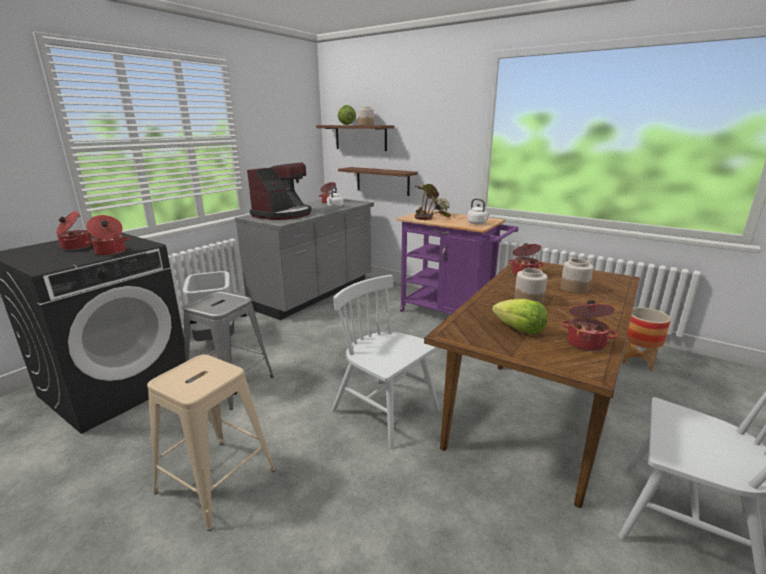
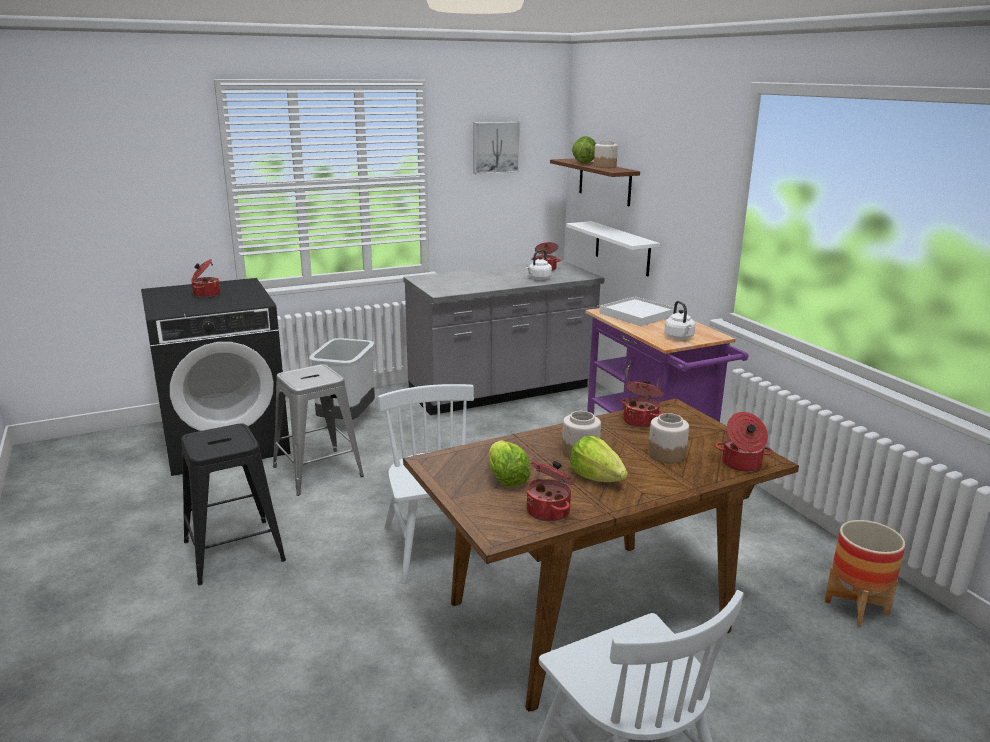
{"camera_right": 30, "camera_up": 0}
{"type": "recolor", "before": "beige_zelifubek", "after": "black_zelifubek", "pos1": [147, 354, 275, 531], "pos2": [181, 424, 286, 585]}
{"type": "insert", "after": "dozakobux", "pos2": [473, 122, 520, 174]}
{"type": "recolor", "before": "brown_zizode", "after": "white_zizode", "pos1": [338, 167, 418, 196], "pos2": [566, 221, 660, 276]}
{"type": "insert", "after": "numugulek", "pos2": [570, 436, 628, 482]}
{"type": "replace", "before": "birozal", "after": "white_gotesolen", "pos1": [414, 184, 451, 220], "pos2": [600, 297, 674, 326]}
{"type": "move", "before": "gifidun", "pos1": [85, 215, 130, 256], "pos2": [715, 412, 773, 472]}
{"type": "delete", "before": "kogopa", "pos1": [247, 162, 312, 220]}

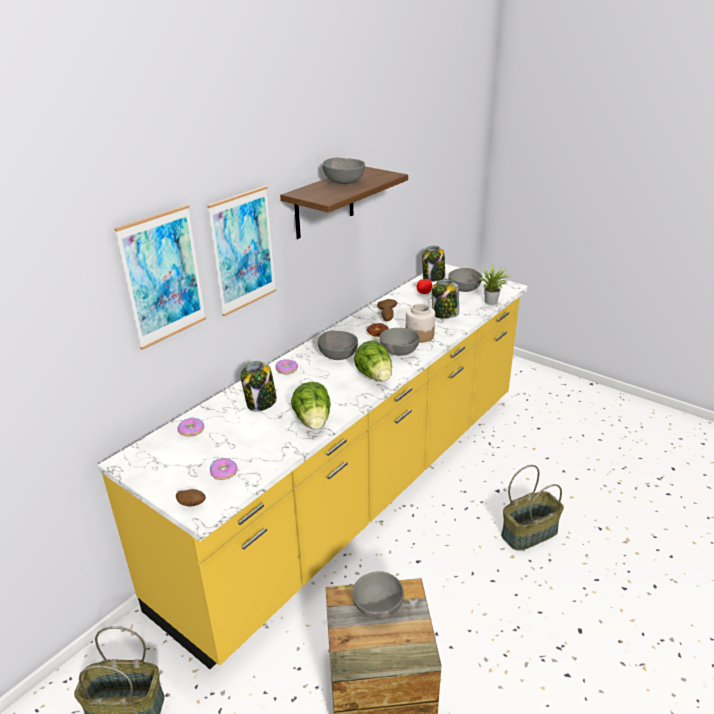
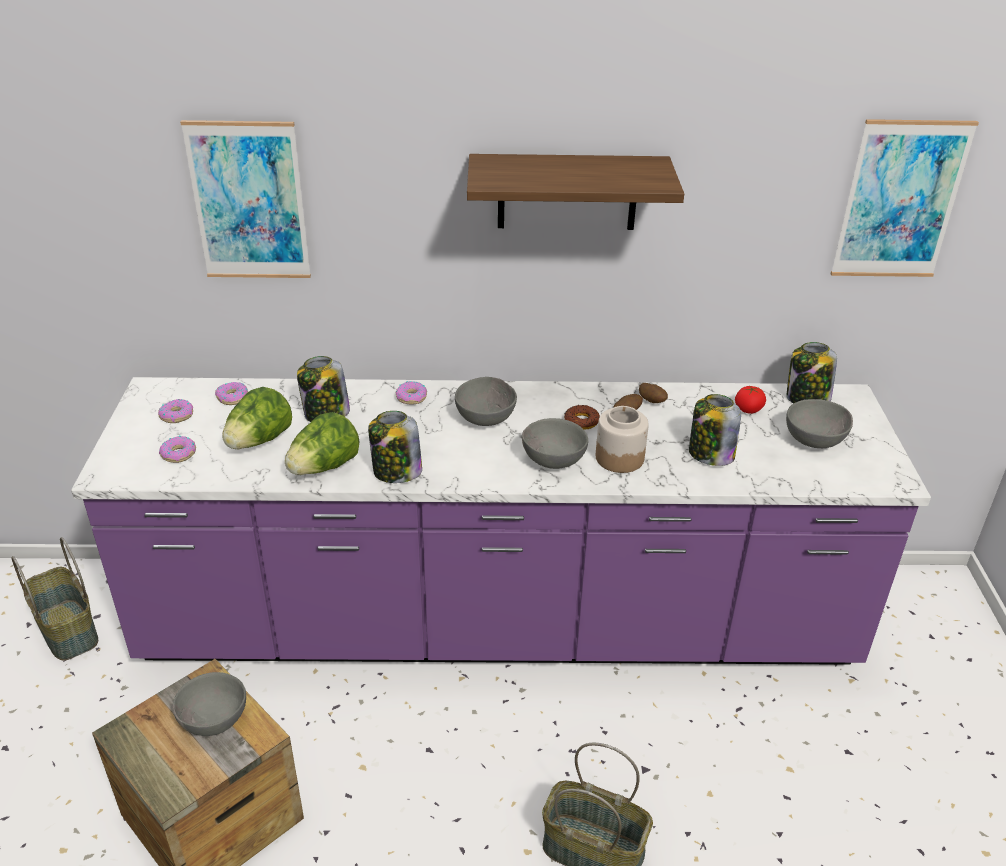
{"camera_right": 50, "camera_up": 5}
{"type": "recolor", "before": "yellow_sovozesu", "after": "purple_sovozesu", "pos1": [97, 264, 528, 669], "pos2": [71, 377, 931, 665]}
{"type": "insert", "after": "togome", "pos2": [158, 399, 193, 423]}
{"type": "move", "before": "numugulek", "pos1": [354, 340, 392, 381], "pos2": [223, 387, 292, 449]}
{"type": "insert", "after": "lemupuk", "pos2": [368, 411, 422, 483]}
{"type": "move", "before": "dozakobux", "pos1": [207, 186, 277, 316], "pos2": [831, 119, 979, 277]}
{"type": "delete", "before": "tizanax", "pos1": [176, 489, 206, 507]}
{"type": "delete", "before": "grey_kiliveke", "pos1": [323, 157, 365, 184]}
{"type": "delete", "before": "birozal", "pos1": [479, 265, 512, 305]}

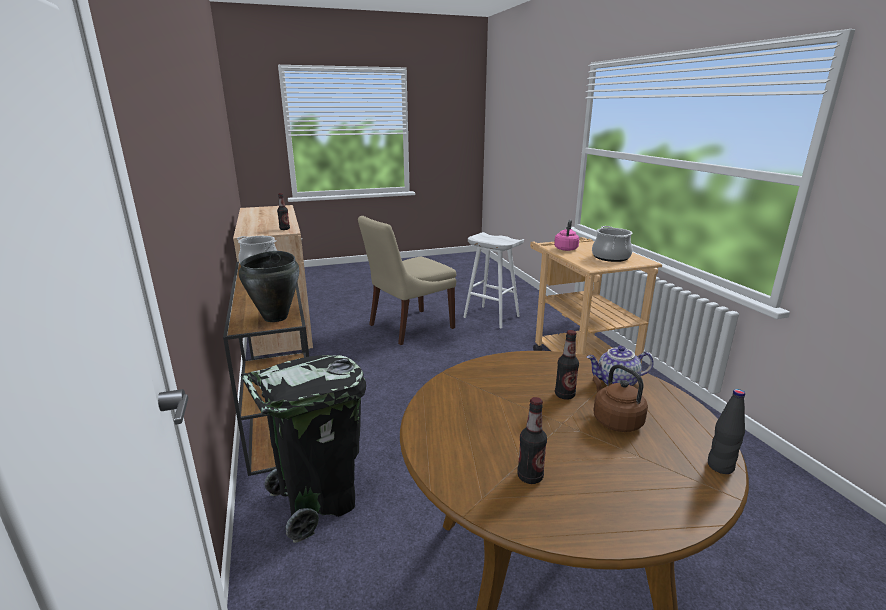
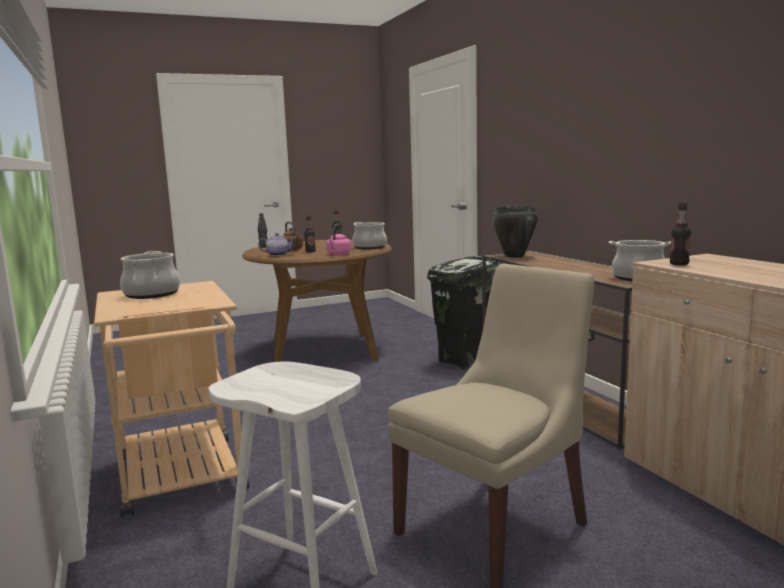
{"camera_right": 175, "camera_up": -10}
{"type": "move", "before": "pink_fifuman", "pos1": [554, 220, 579, 251], "pos2": [326, 224, 351, 255]}
{"type": "insert", "after": "gifidun", "pos2": [352, 222, 387, 249]}

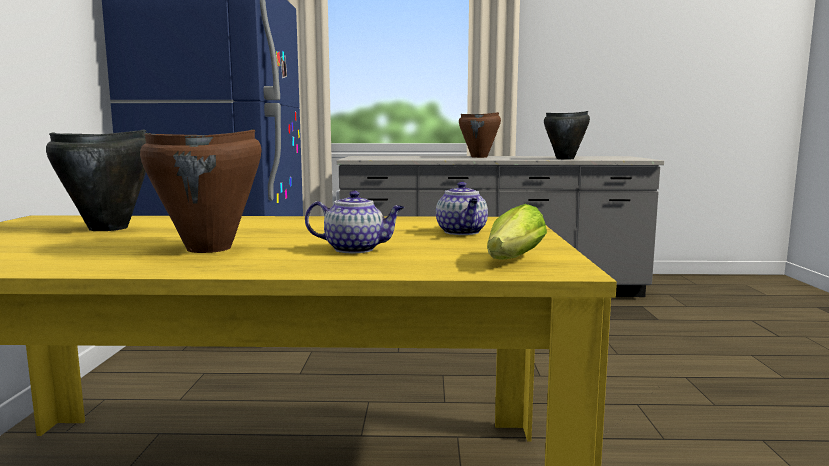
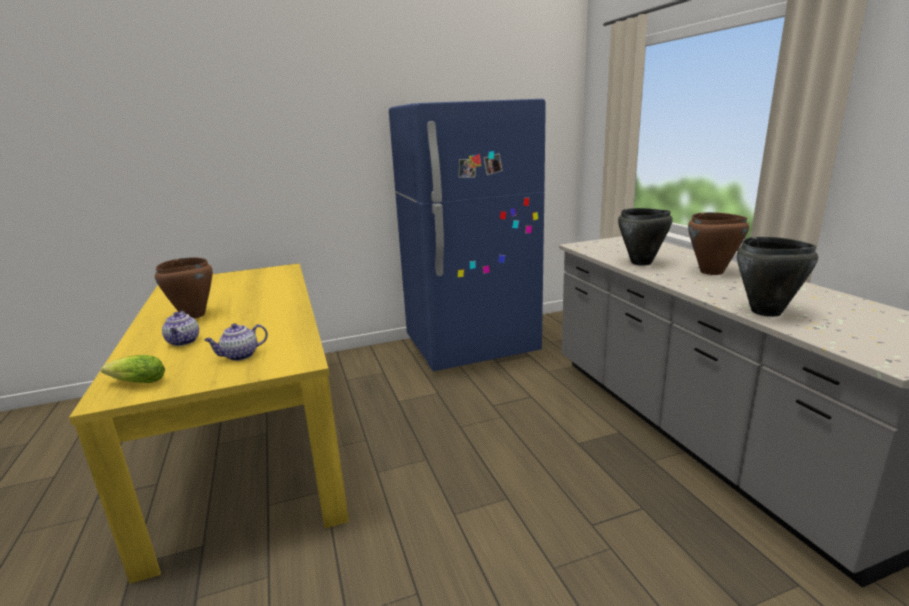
{"camera_right": 70, "camera_up": 10}
{"type": "move", "before": "black_gifidun", "pos1": [46, 130, 146, 231], "pos2": [618, 208, 673, 266]}

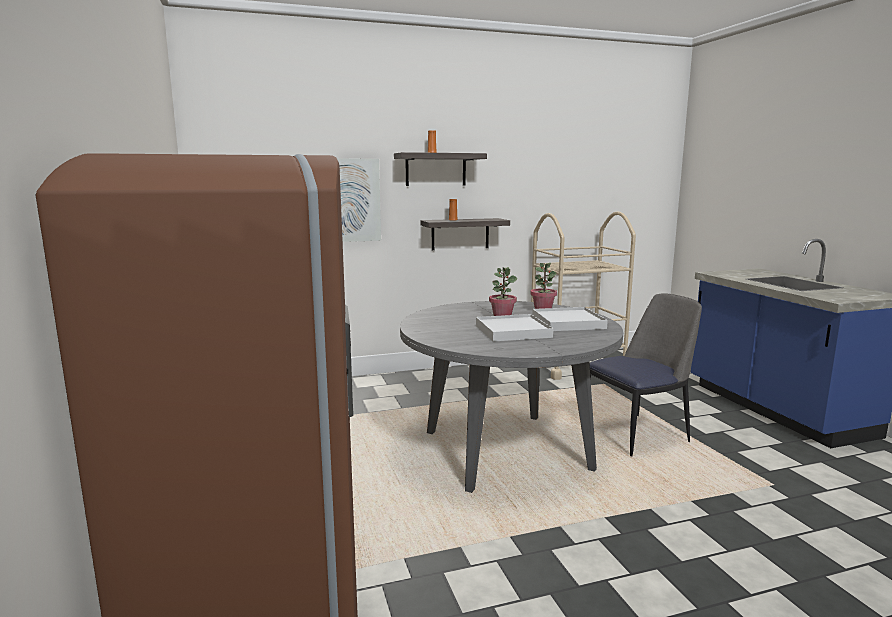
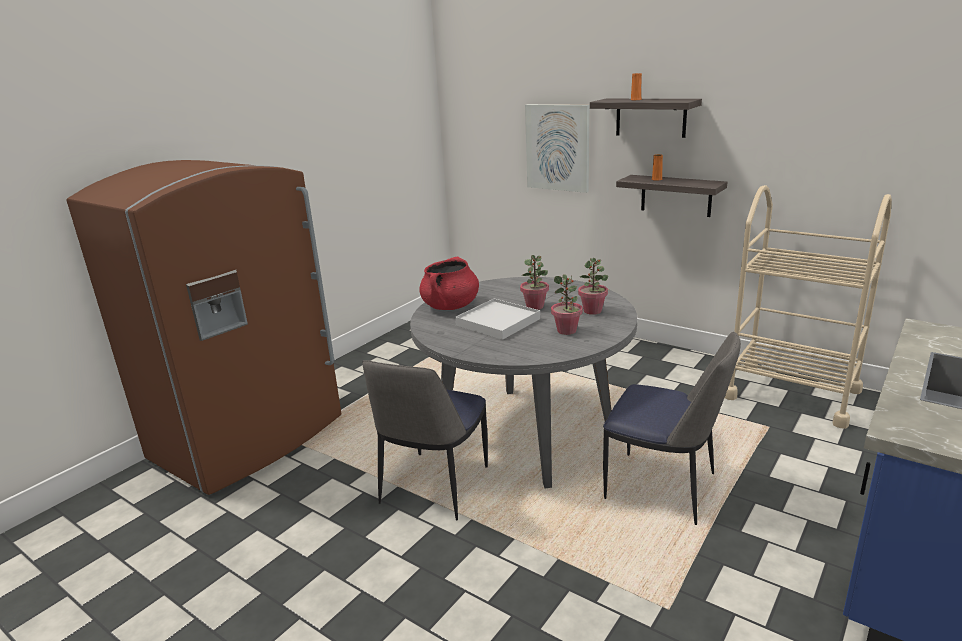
{"camera_right": 55, "camera_up": 10}
{"type": "insert", "after": "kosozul", "pos2": [362, 360, 488, 521]}
{"type": "insert", "after": "red_gifidun", "pos2": [419, 257, 479, 310]}
{"type": "replace", "before": "white_gotesolen", "after": "birozal", "pos1": [532, 307, 608, 331], "pos2": [551, 274, 583, 335]}

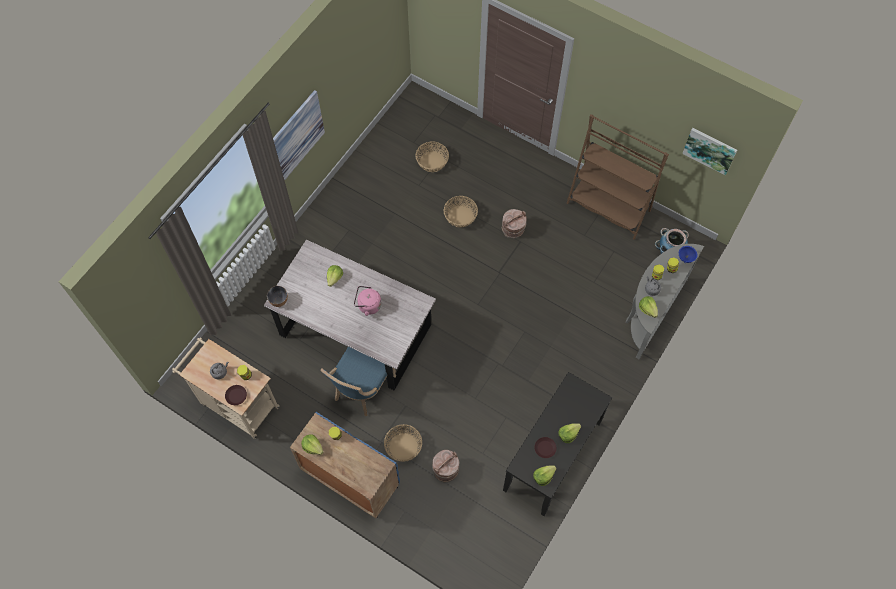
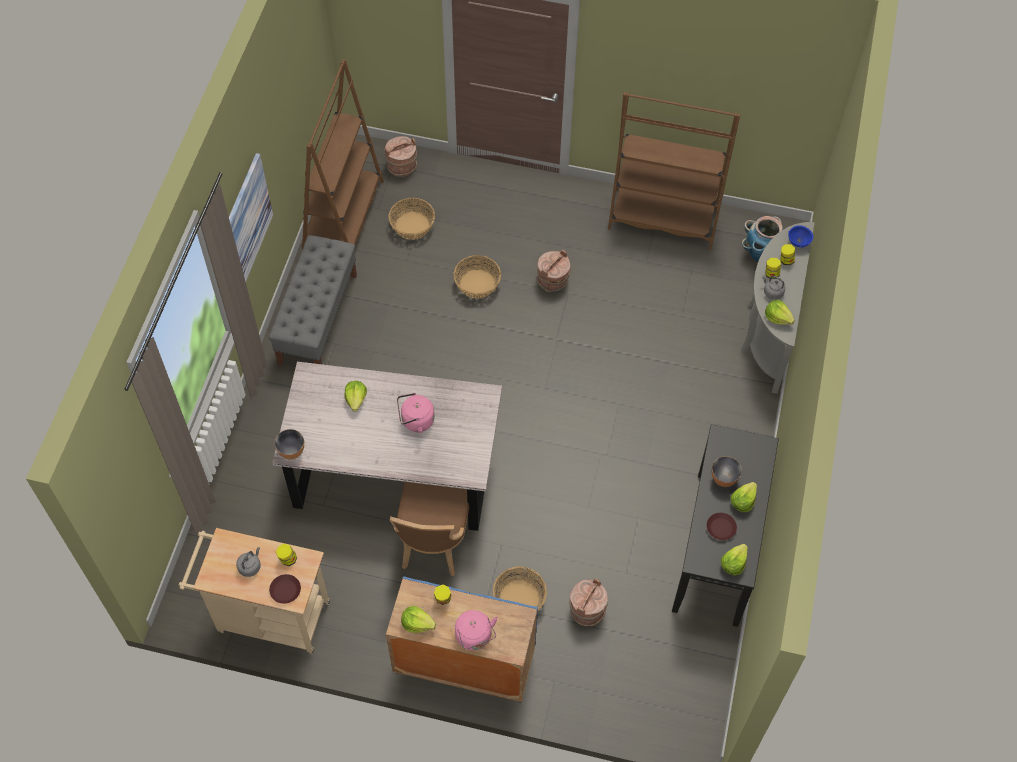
{"camera_right": -20, "camera_up": -5}
{"type": "insert", "after": "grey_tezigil", "pos2": [269, 235, 357, 366]}
{"type": "insert", "after": "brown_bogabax", "pos2": [301, 59, 384, 250]}
{"type": "insert", "after": "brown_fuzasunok", "pos2": [385, 136, 417, 177]}
{"type": "recolor", "before": "blue_kosozul", "after": "brown_kosozul", "pos1": [320, 347, 397, 416], "pos2": [390, 482, 469, 576]}
{"type": "insert", "after": "pink_fifuman", "pos2": [455, 610, 498, 650]}
{"type": "insert", "after": "kiliveke", "pos2": [712, 456, 742, 487]}
{"type": "delete", "before": "dozakobux", "pos1": [682, 128, 737, 175]}

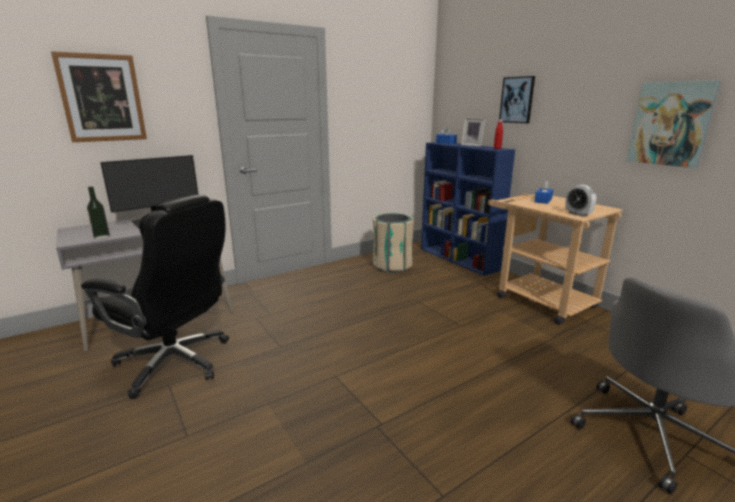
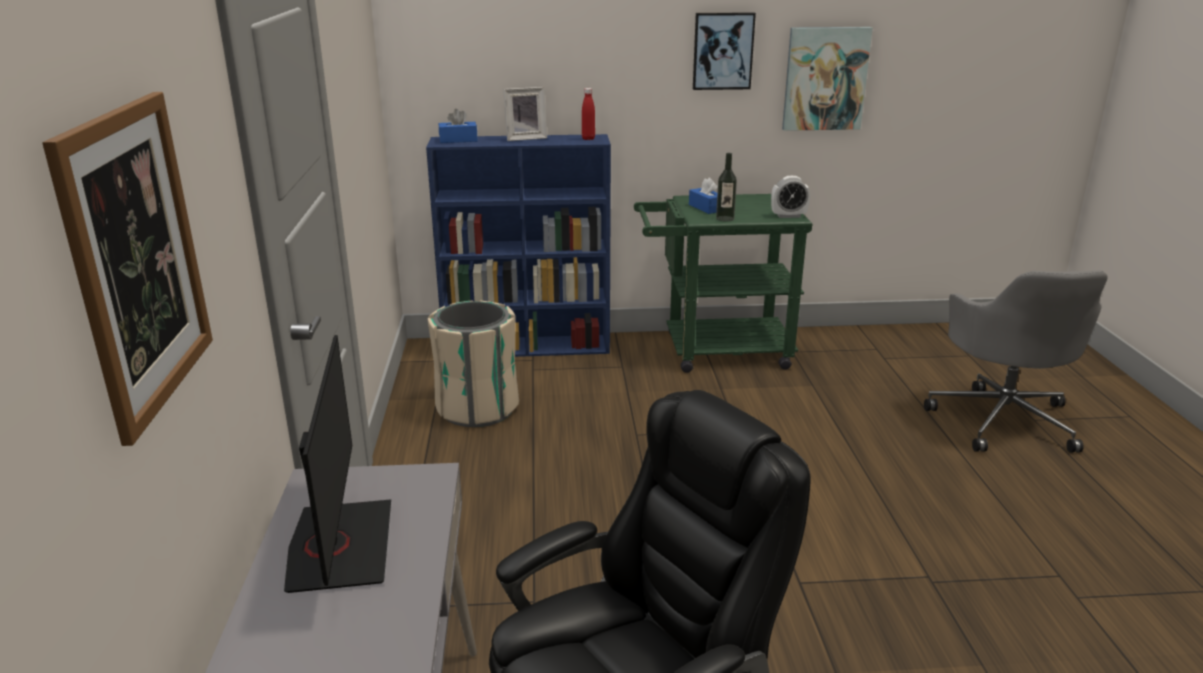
{"camera_right": -60, "camera_up": 5}
{"type": "recolor", "before": "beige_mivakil", "after": "green_mivakil", "pos1": [488, 193, 623, 325], "pos2": [634, 194, 812, 373]}
{"type": "move", "before": "dozakobux", "pos1": [499, 76, 535, 123], "pos2": [693, 12, 756, 90]}
{"type": "move", "before": "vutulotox", "pos1": [87, 186, 110, 240], "pos2": [716, 153, 737, 222]}

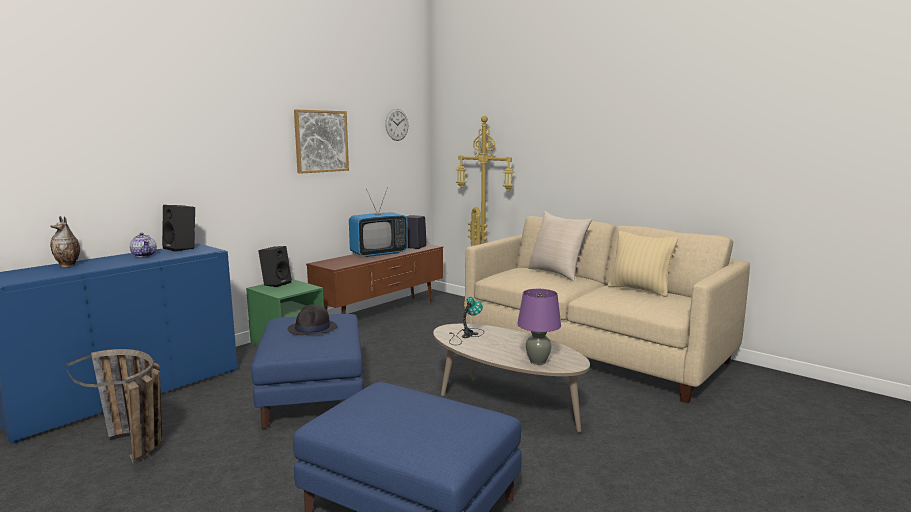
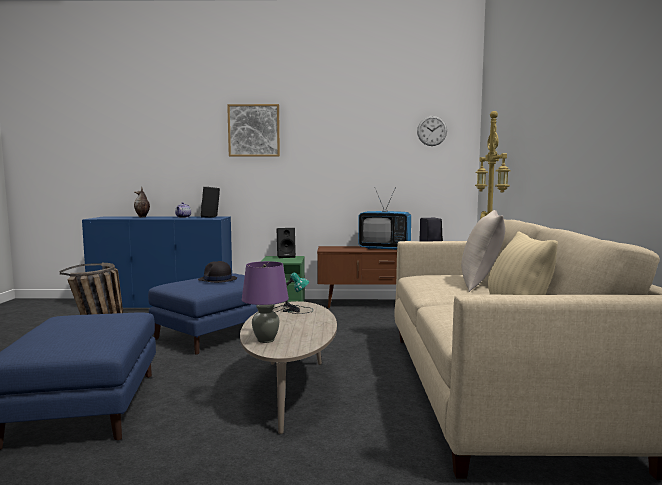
{"camera_right": 50, "camera_up": -5}
{"type": "move", "before": "dozakobux", "pos1": [294, 109, 349, 174], "pos2": [227, 104, 280, 157]}

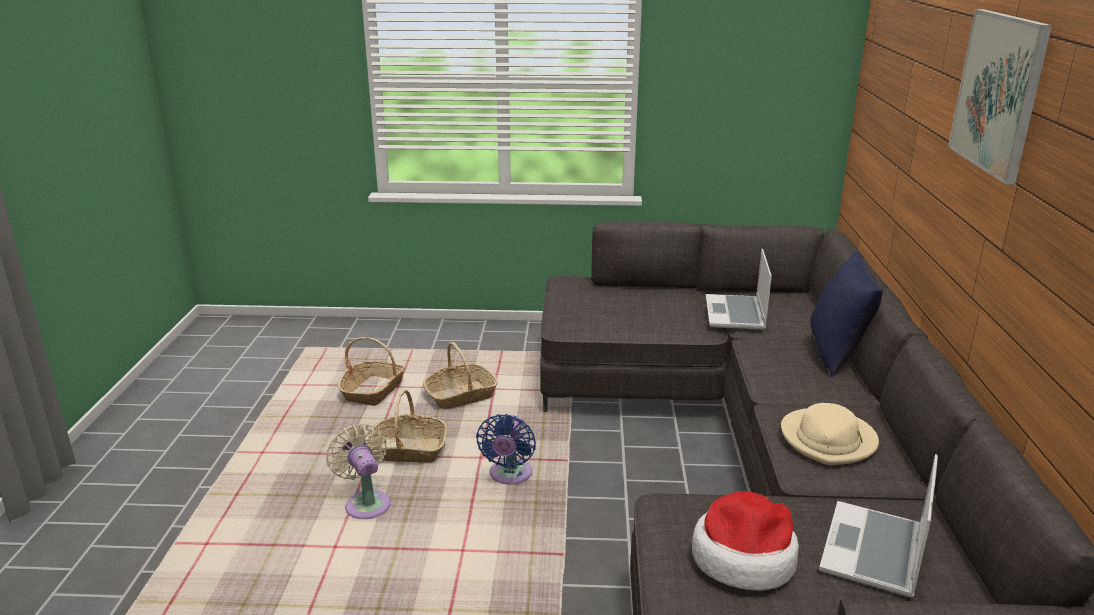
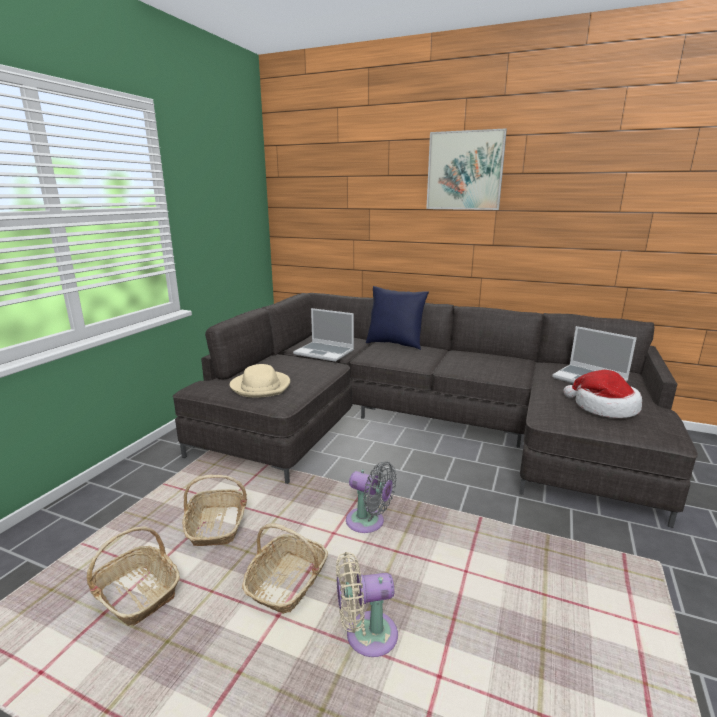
{"camera_right": -70, "camera_up": -5}
{"type": "move", "before": "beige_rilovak", "pos1": [781, 403, 879, 465], "pos2": [230, 364, 290, 398]}
{"type": "recolor", "before": "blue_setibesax", "after": "grey_setibesax", "pos1": [476, 414, 536, 484], "pos2": [346, 462, 397, 533]}

